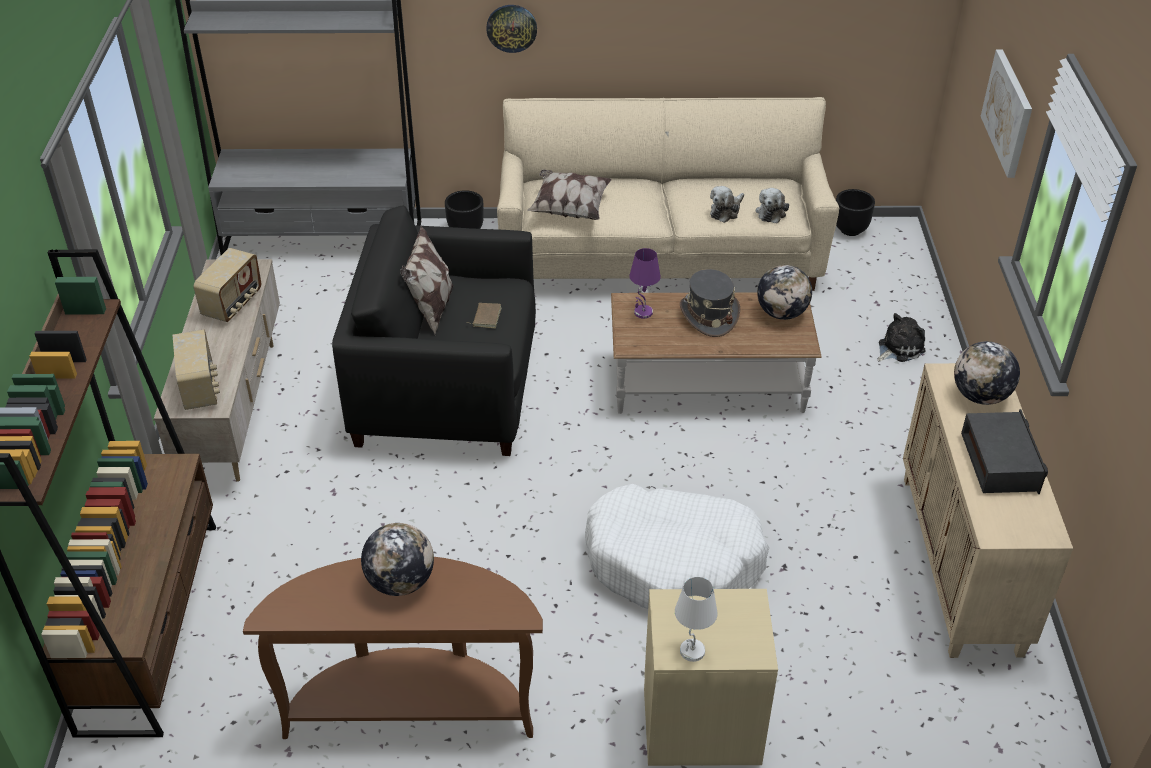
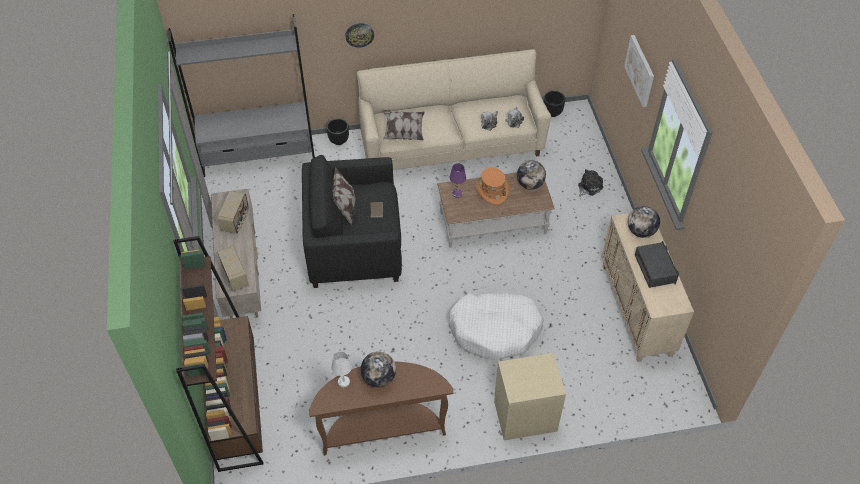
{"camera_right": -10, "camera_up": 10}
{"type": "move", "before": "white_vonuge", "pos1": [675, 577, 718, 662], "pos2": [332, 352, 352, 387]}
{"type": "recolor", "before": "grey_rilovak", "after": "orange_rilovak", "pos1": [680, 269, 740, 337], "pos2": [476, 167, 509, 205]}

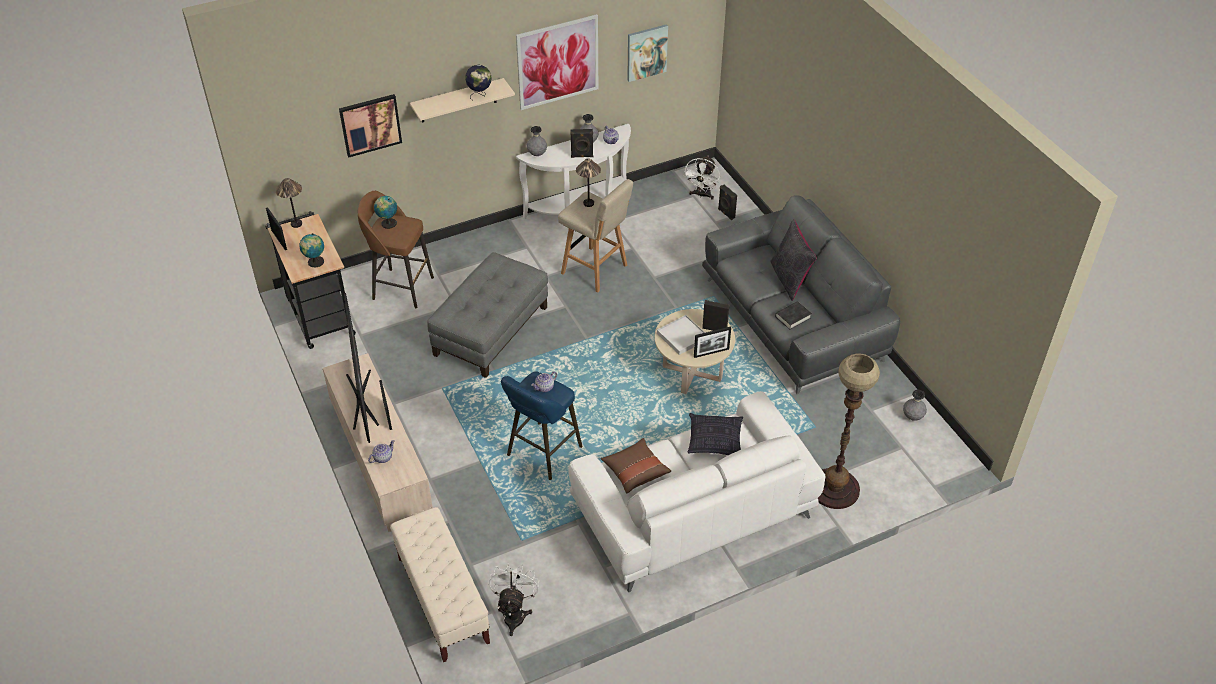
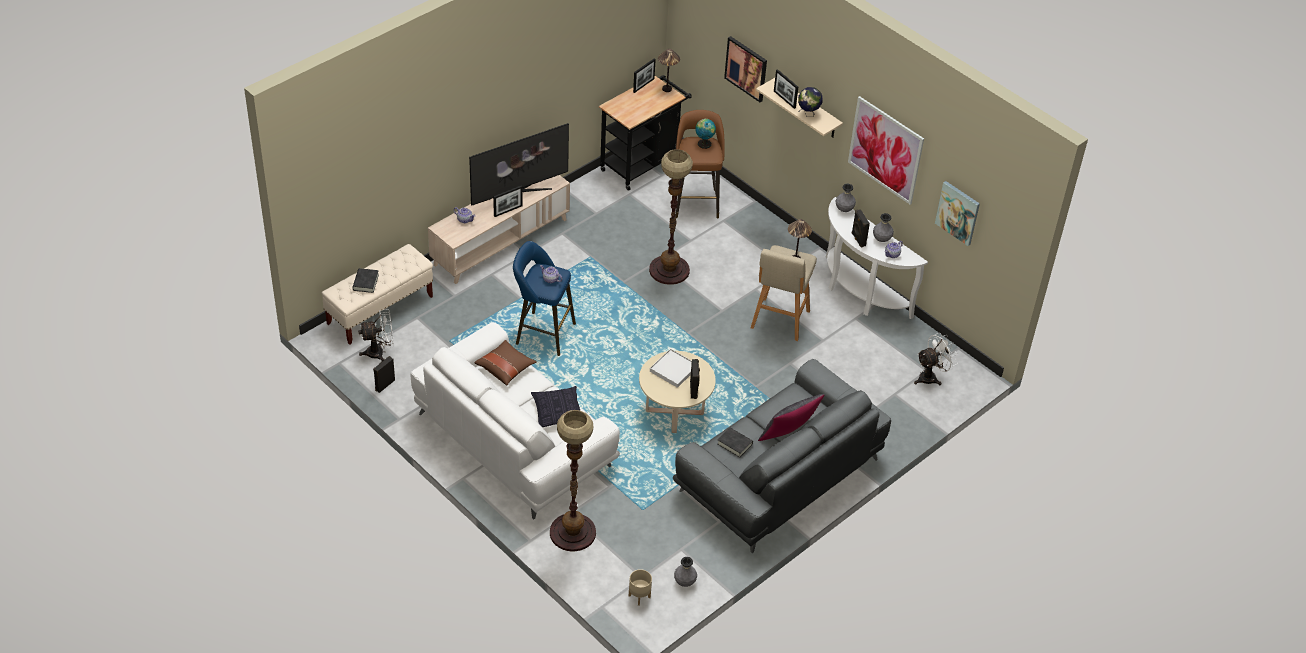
{"camera_right": 70, "camera_up": 0}
{"type": "insert", "after": "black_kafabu", "pos2": [352, 268, 379, 293]}
{"type": "move", "before": "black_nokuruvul", "pos1": [718, 185, 737, 220], "pos2": [373, 356, 395, 393]}
{"type": "insert", "after": "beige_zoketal", "pos2": [629, 569, 652, 606]}
{"type": "replace", "before": "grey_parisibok", "after": "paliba", "pos1": [427, 252, 548, 378], "pos2": [649, 149, 693, 285]}
{"type": "move", "before": "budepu", "pos1": [694, 327, 731, 358], "pos2": [774, 69, 798, 109]}
{"type": "rotate", "before": "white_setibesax", "pos1": [683, 156, 720, 200], "pos2": [914, 333, 958, 385], "turn": 150}
{"type": "delete", "before": "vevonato", "pos1": [299, 233, 324, 268]}

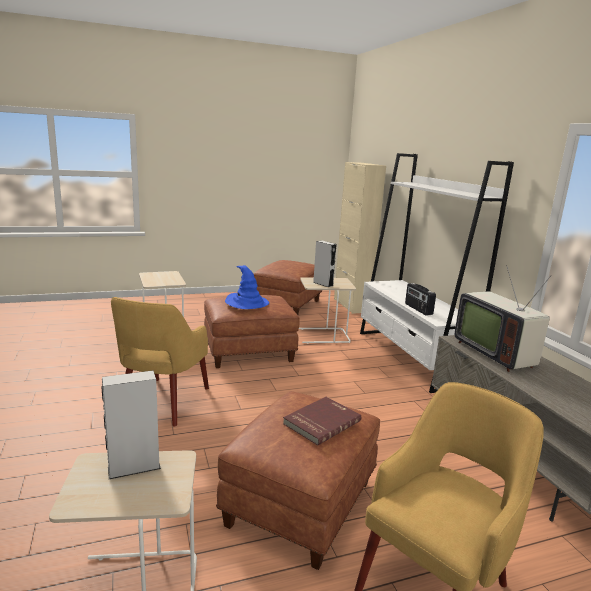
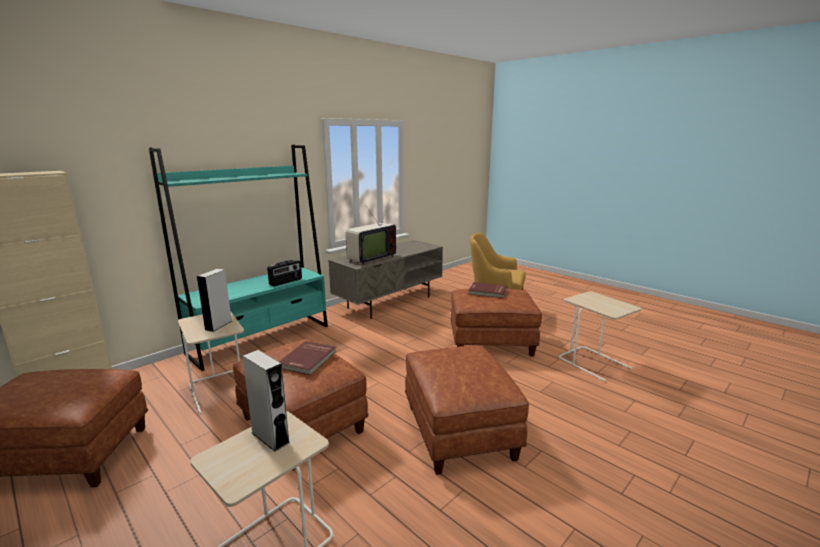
{"camera_right": -115, "camera_up": 0}
{"type": "recolor", "before": "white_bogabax", "after": "turquoise_bogabax", "pos1": [360, 153, 514, 393], "pos2": [149, 145, 328, 371]}
{"type": "move", "before": "grey_nokuruvul", "pos1": [101, 370, 161, 479], "pos2": [242, 350, 290, 451]}
{"type": "replace", "before": "blue_rilovak", "after": "red_kafabu", "pos1": [225, 265, 269, 309], "pos2": [279, 341, 336, 375]}
{"type": "replace", "before": "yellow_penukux", "after": "brown_parisibok", "pos1": [111, 297, 209, 426], "pos2": [405, 345, 529, 475]}

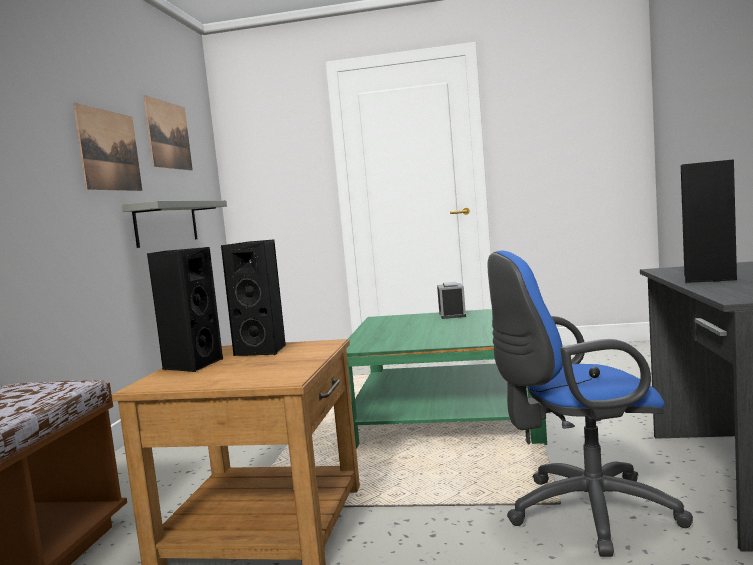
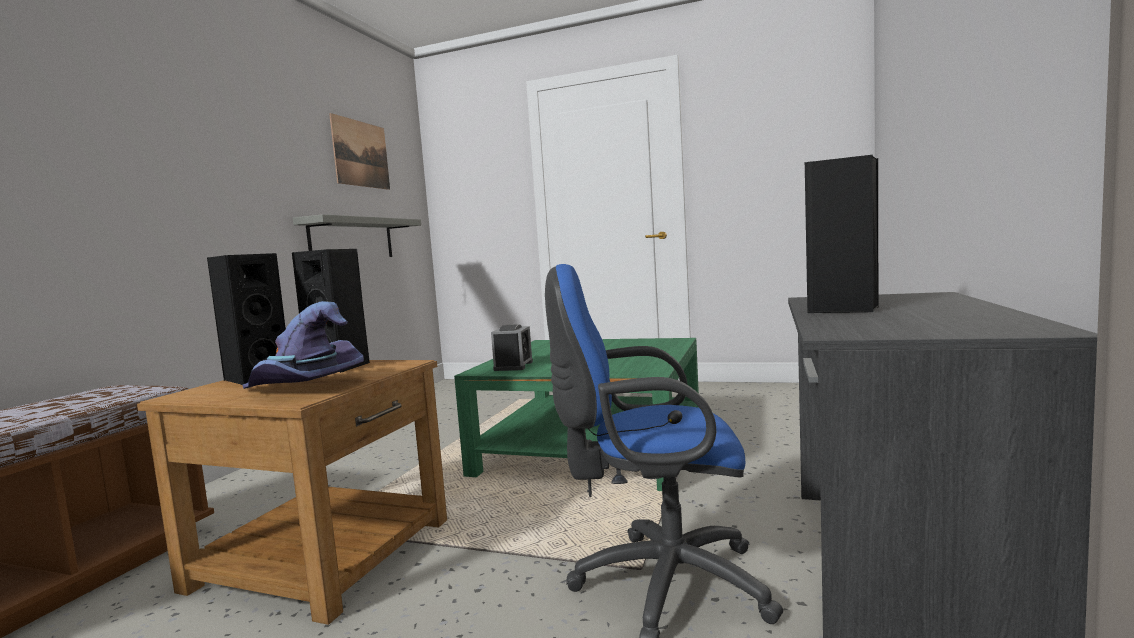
{"camera_right": 10, "camera_up": 0}
{"type": "insert", "after": "purple_rilovak", "pos2": [242, 301, 364, 389]}
{"type": "move", "before": "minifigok", "pos1": [437, 282, 466, 319], "pos2": [491, 324, 533, 371]}
{"type": "delete", "before": "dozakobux", "pos1": [73, 103, 142, 191]}

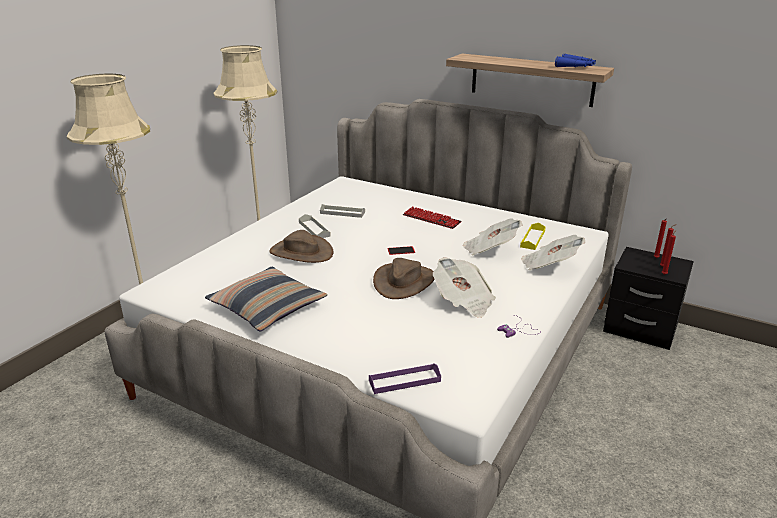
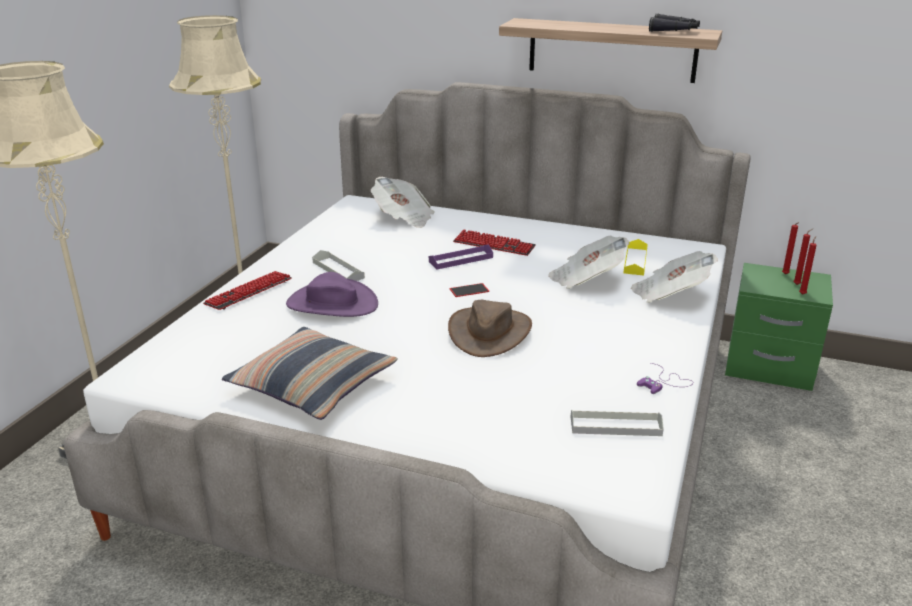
{"camera_right": -10, "camera_up": 0}
{"type": "insert", "after": "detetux", "pos2": [203, 271, 292, 310]}
{"type": "recolor", "before": "brown_rilovak", "after": "purple_rilovak", "pos1": [270, 230, 333, 263], "pos2": [286, 272, 378, 317]}
{"type": "move", "before": "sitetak", "pos1": [433, 257, 496, 318], "pos2": [371, 177, 434, 228]}
{"type": "move", "before": "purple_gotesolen", "pos1": [369, 363, 441, 394], "pos2": [429, 244, 493, 270]}
{"type": "move", "before": "grey_gotesolen", "pos1": [320, 204, 365, 218], "pos2": [571, 410, 664, 436]}
{"type": "recolor", "before": "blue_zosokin", "after": "black_zosokin", "pos1": [555, 54, 596, 67], "pos2": [649, 13, 700, 32]}
{"type": "recolor", "before": "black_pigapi", "after": "green_pigapi", "pos1": [603, 247, 694, 350], "pos2": [725, 263, 833, 391]}

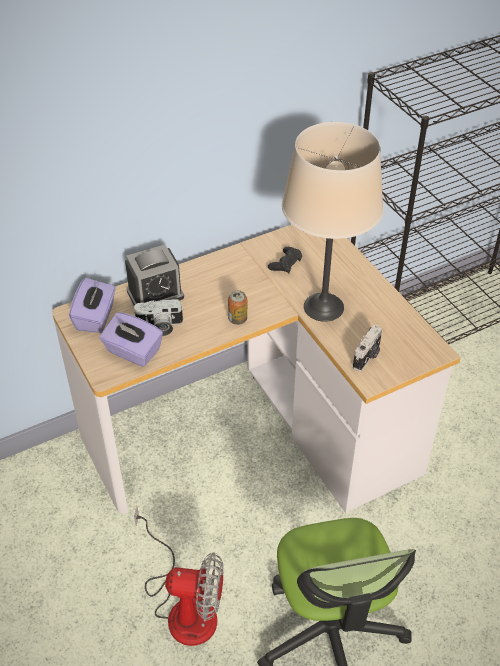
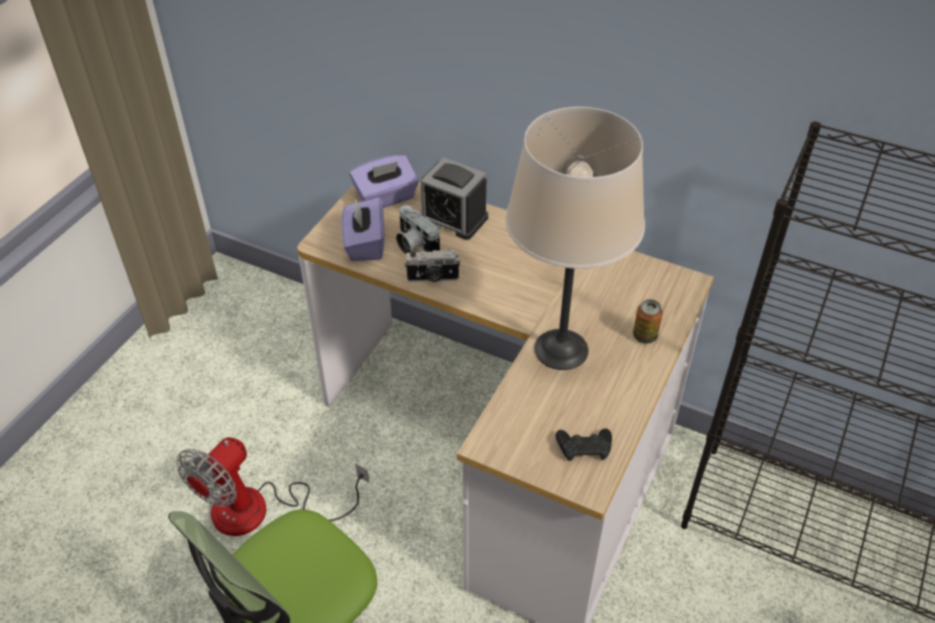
{"camera_right": 55, "camera_up": 0}
{"type": "rotate", "before": "setibesax", "pos1": [134, 506, 224, 646], "pos2": [177, 437, 369, 536], "turn": 60}
{"type": "move", "before": "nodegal", "pos1": [353, 325, 382, 371], "pos2": [404, 250, 461, 282]}
{"type": "move", "before": "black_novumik", "pos1": [268, 247, 302, 273], "pos2": [556, 428, 612, 461]}
{"type": "move", "before": "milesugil", "pos1": [228, 290, 247, 325], "pos2": [633, 299, 663, 344]}

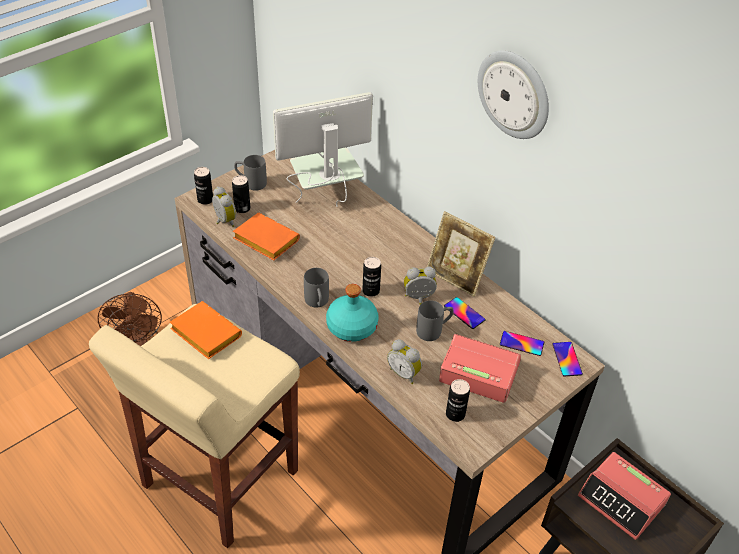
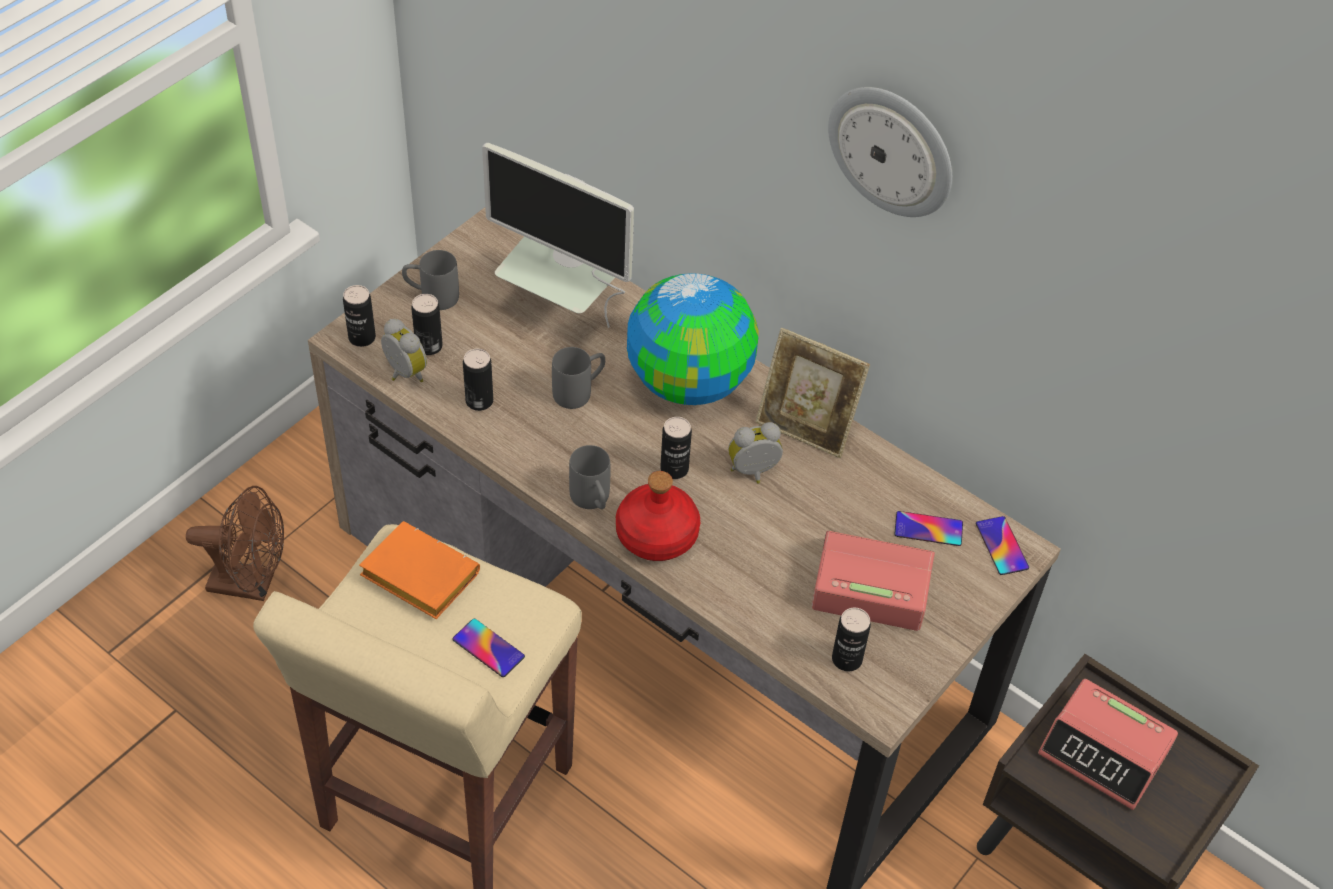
{"camera_right": -10, "camera_up": 5}
{"type": "rotate", "before": "brown_setibesax", "pos1": [97, 292, 162, 346], "pos2": [186, 486, 284, 601], "turn": -60}
{"type": "move", "before": "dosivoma", "pos1": [444, 297, 486, 329], "pos2": [452, 619, 525, 677]}
{"type": "replace", "before": "orange_kafabu", "after": "milesugil", "pos1": [233, 213, 300, 260], "pos2": [463, 349, 493, 411]}
{"type": "rotate", "before": "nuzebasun", "pos1": [273, 92, 373, 207], "pos2": [482, 143, 634, 328], "turn": -120}
{"type": "move", "before": "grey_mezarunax", "pos1": [416, 300, 454, 341], "pos2": [552, 347, 605, 409]}
{"type": "recolor", "before": "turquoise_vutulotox", "after": "red_vutulotox", "pos1": [326, 284, 379, 342], "pos2": [616, 471, 700, 561]}
{"type": "insert", "after": "vevonato", "pos2": [627, 273, 758, 405]}
{"type": "delete", "before": "minifigok", "pos1": [387, 339, 422, 384]}

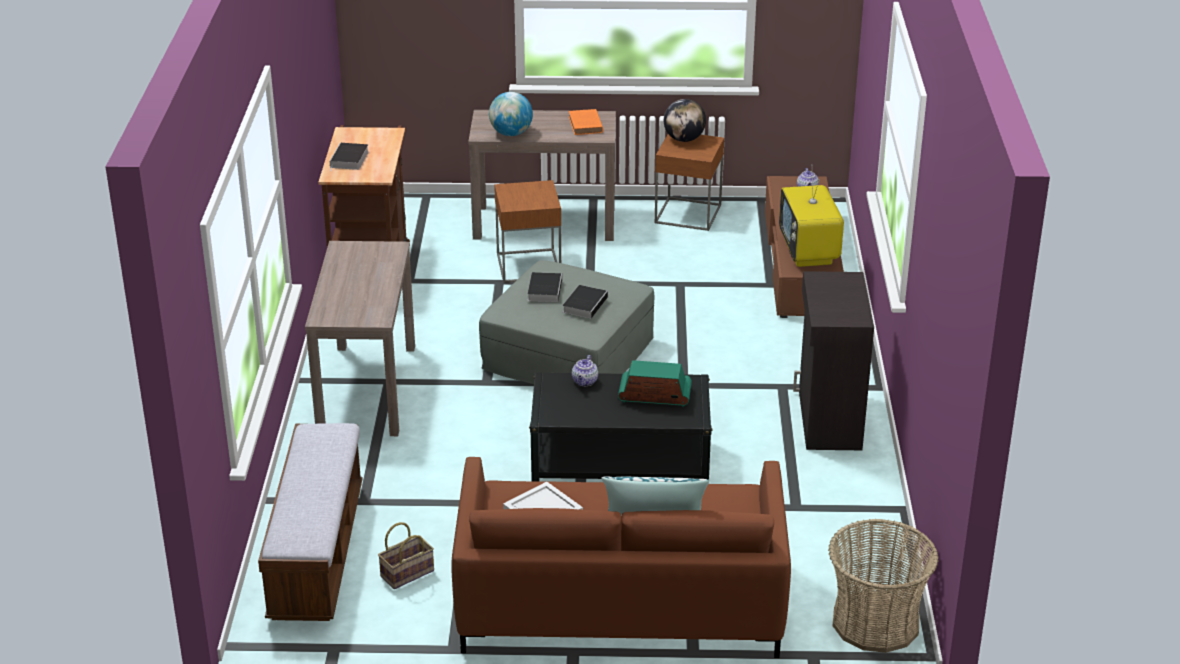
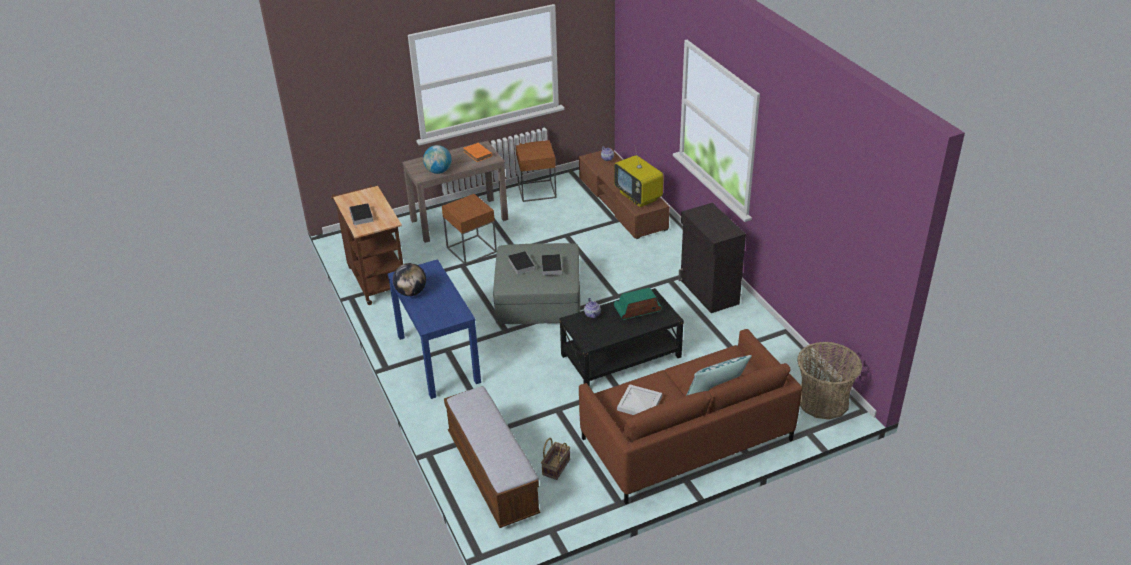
{"camera_right": -25, "camera_up": 5}
{"type": "recolor", "before": "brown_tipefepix", "after": "blue_tipefepix", "pos1": [305, 241, 415, 436], "pos2": [387, 259, 481, 399]}
{"type": "move", "before": "vevonato", "pos1": [664, 99, 706, 142], "pos2": [393, 263, 426, 296]}

